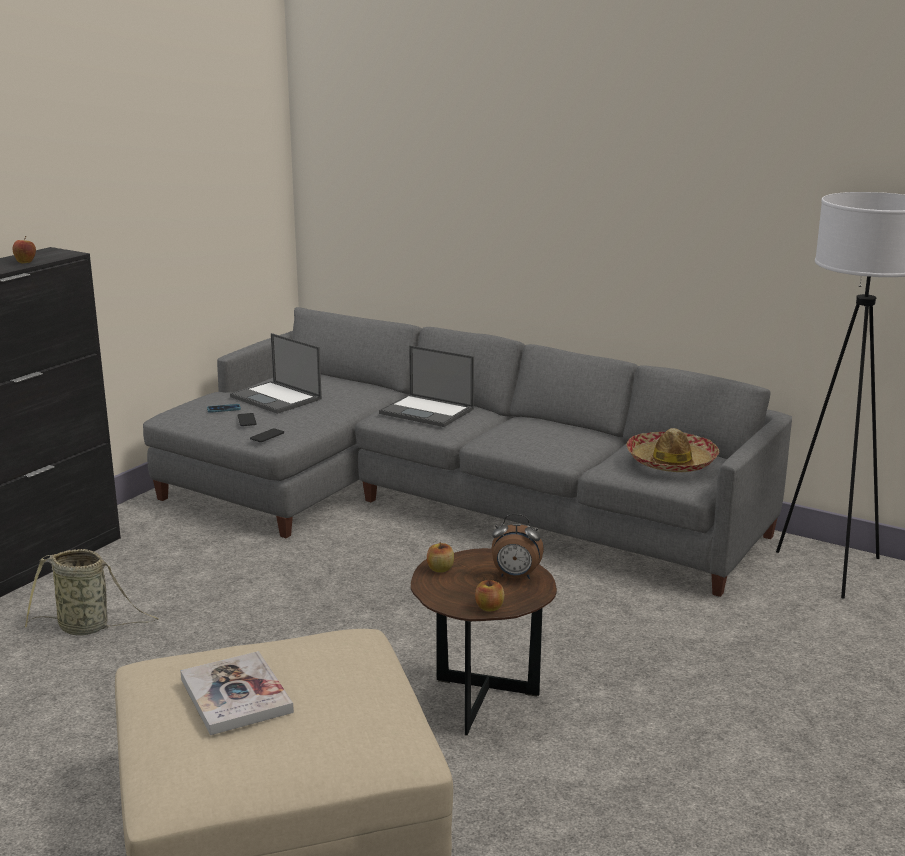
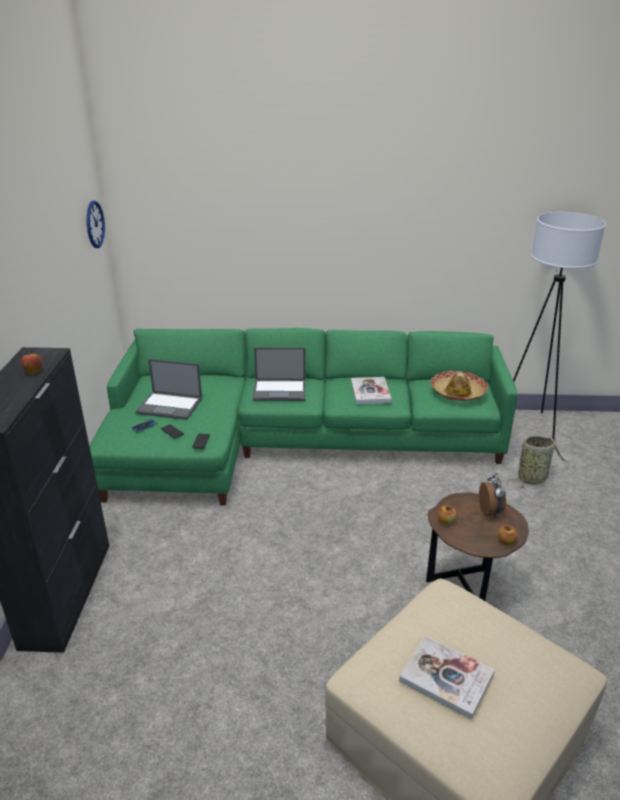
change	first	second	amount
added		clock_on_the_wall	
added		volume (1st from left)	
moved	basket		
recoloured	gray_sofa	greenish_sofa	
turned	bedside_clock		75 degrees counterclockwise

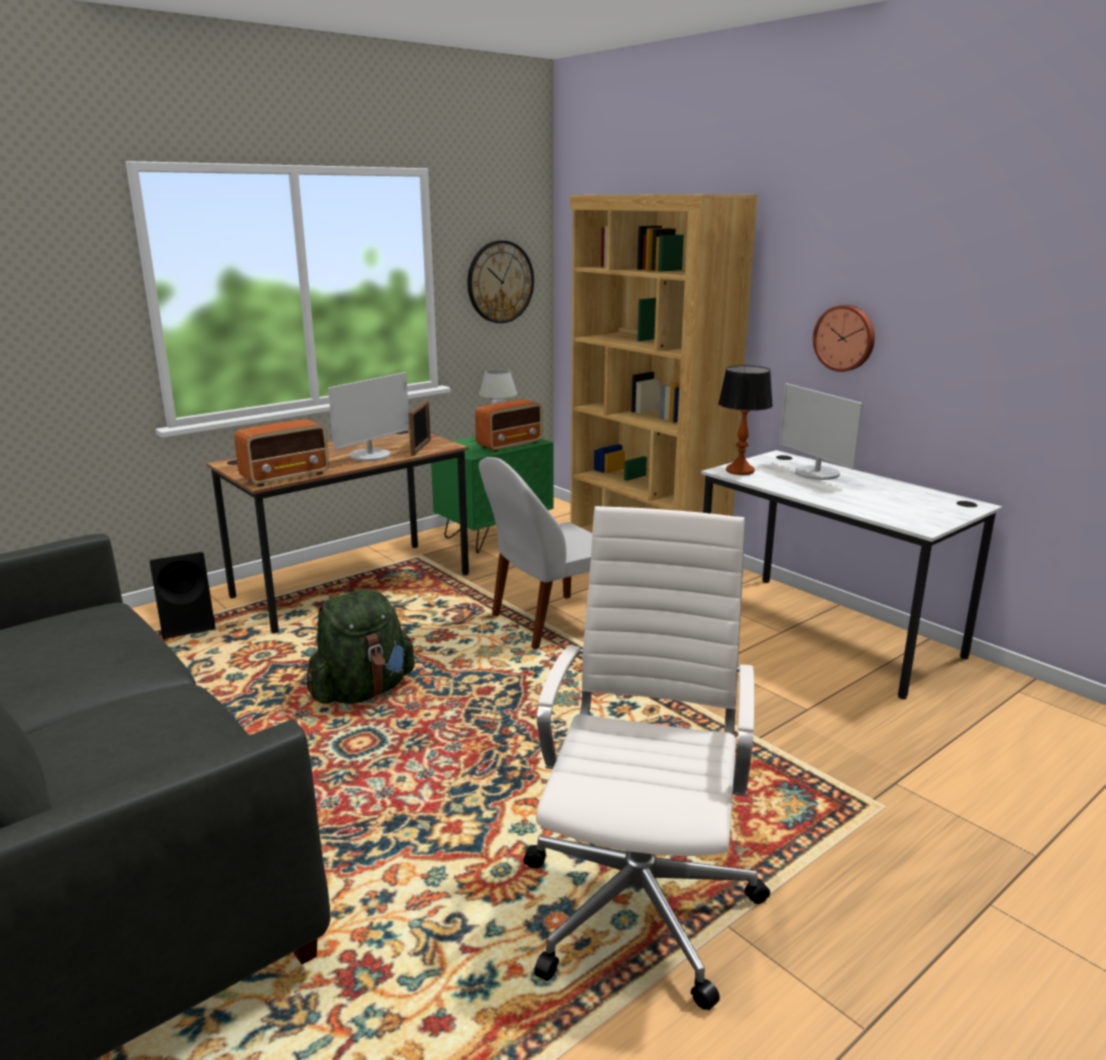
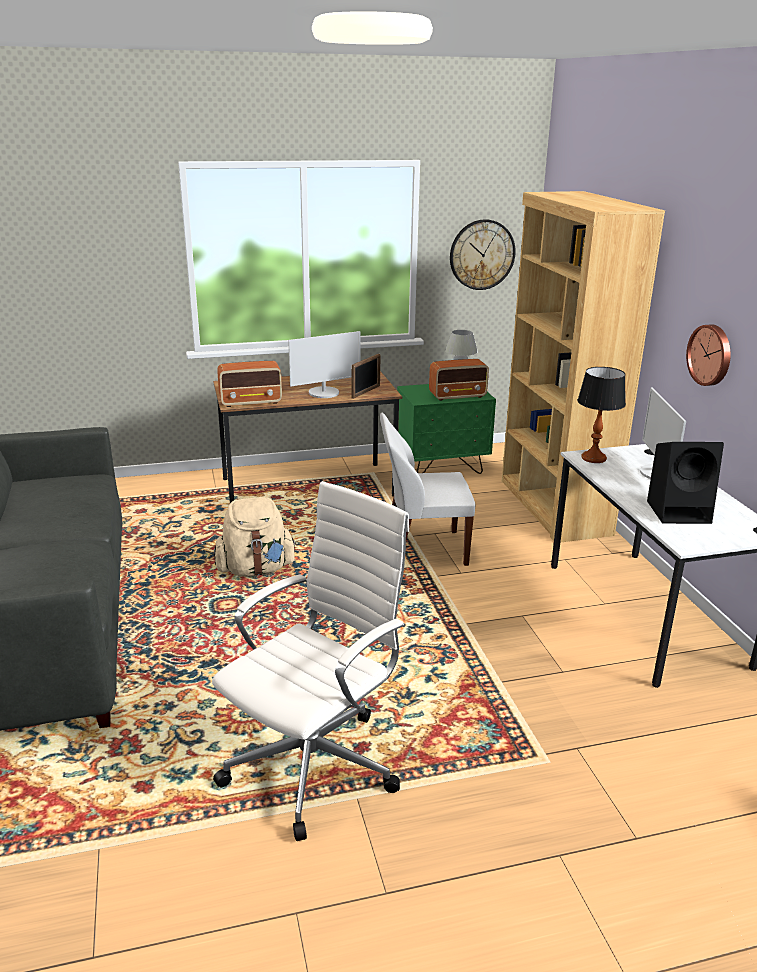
change	first	second	amount
moved	blackish_speaker		
recoloured	greenish_backpack	beige-coloured_backpack	

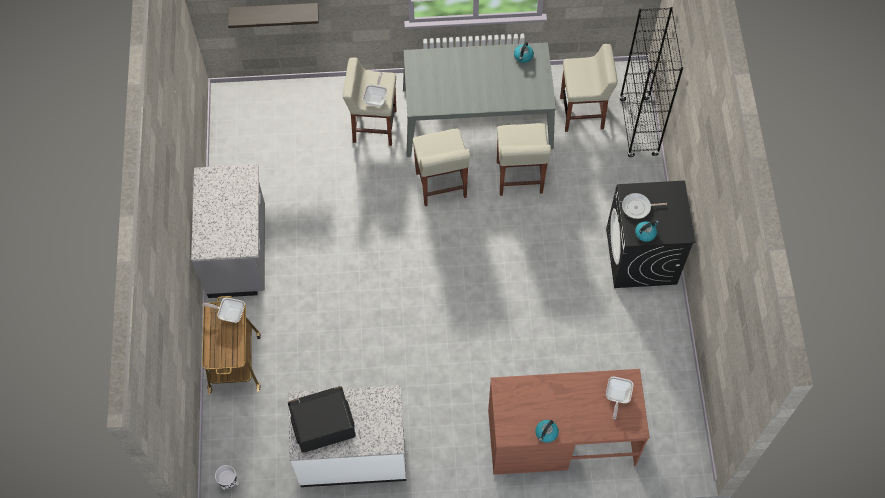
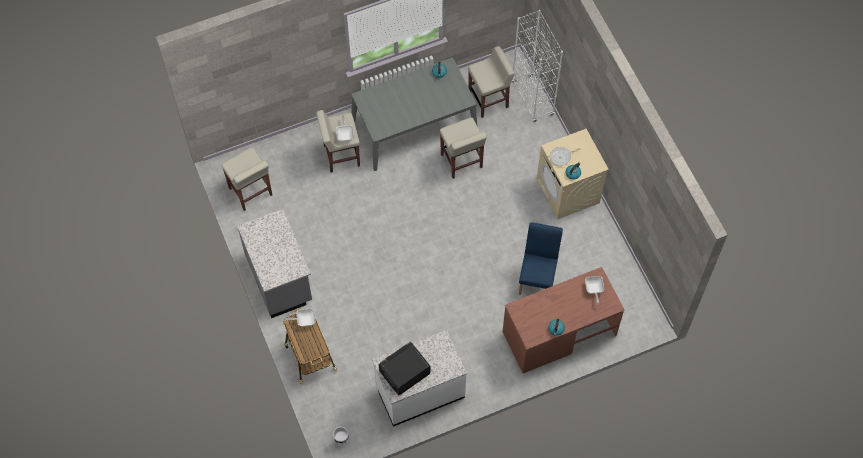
change	first	second	amount
removed	wall_shelf		
added		blue_plain_chair	
moved	beige-coloured_stool (2nd from left in the first image)	beige-coloured_stool (1st from left)	
recoloured	blackish_laundry_appliance	beige-coloured_laundry_appliance	
recoloured	blackish_shelving_unit	whitish_shelving_unit	

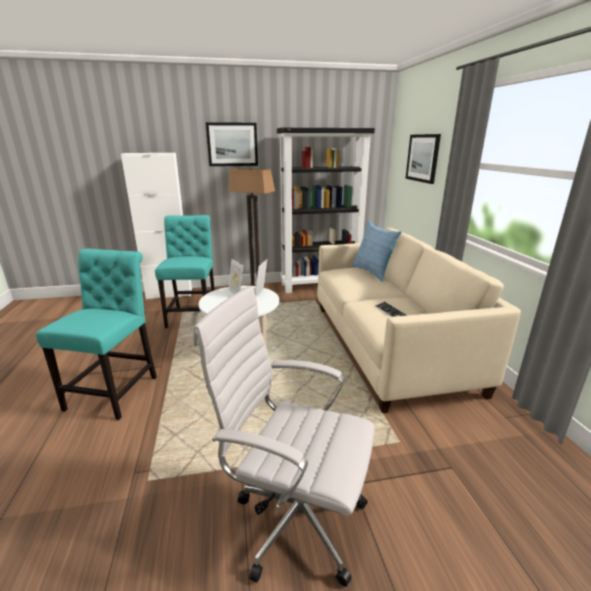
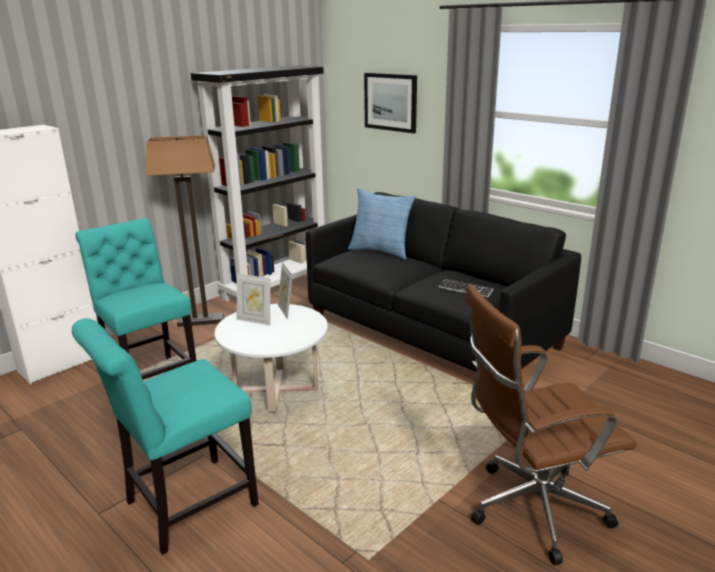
change	first	second	amount
removed	wall_picture (1st from left)		
recoloured	whitish_desk_chair	brown_desk_chair	
recoloured	beige-coloured_sofa	blackish_sofa	
turned	blue-green_plain_chair (1st from left in the first image)	blue-green_plain_chair (2nd from left)	105 degrees counterclockwise

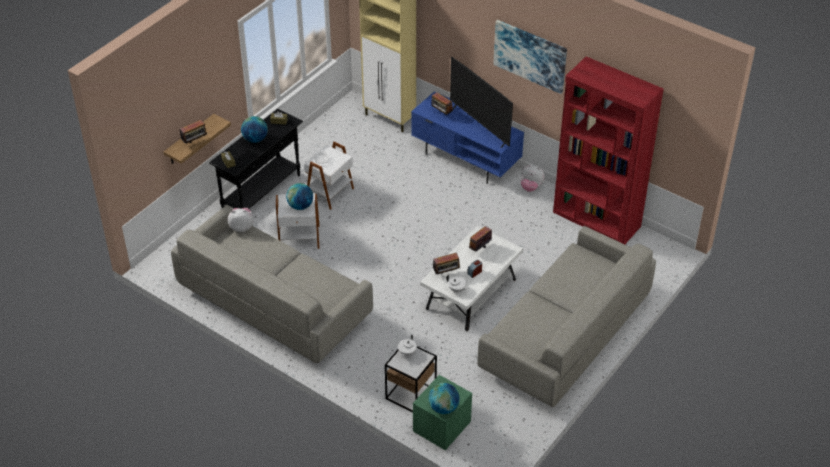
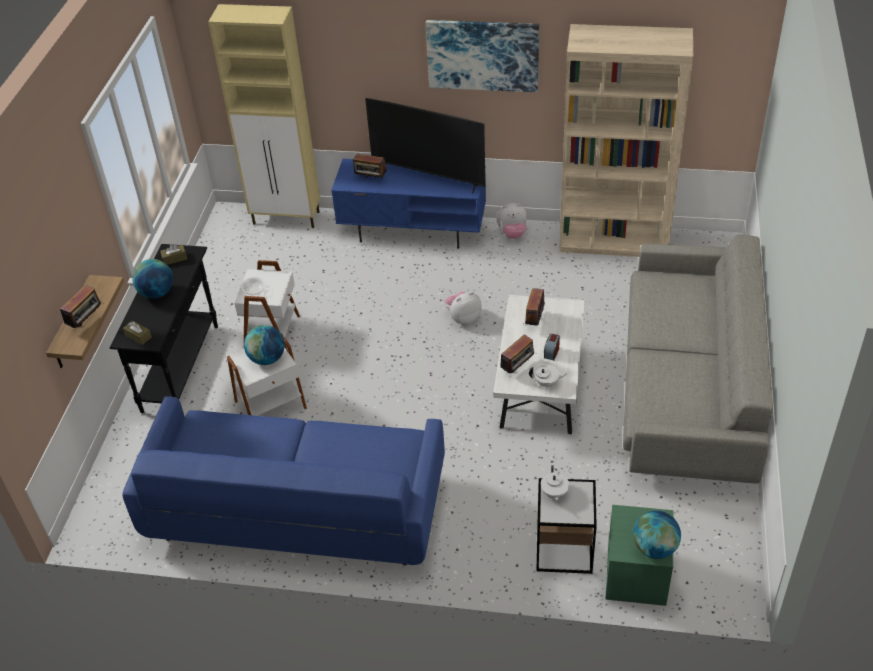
change	first	second	amount
moved	plush_toy (1st from left)		
recoloured	gray_sofa (1st from left)	blue_sofa	
recoloured	red-coloured_shelving_unit	beige-coloured_shelving_unit	

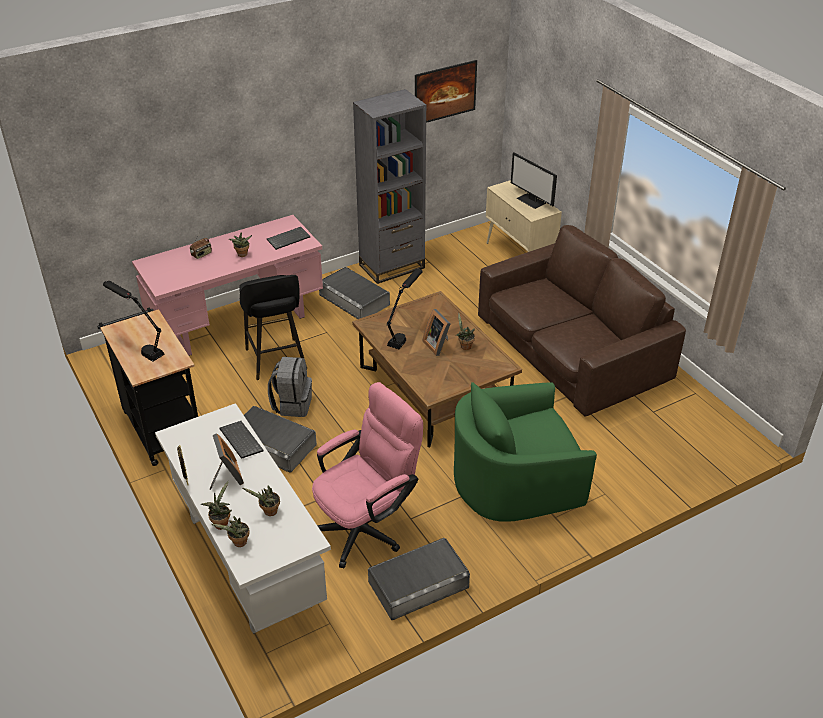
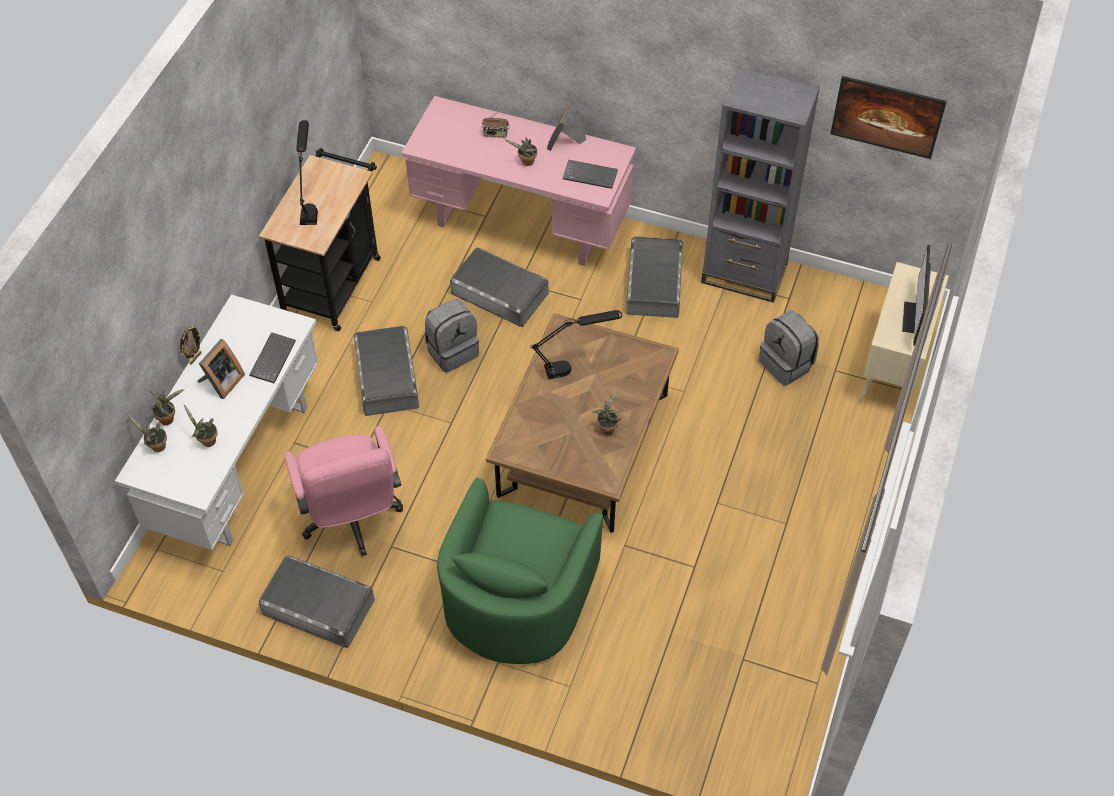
change	first	second	amount
removed	brown_sofa		
added		gray_backpack (2nd from left)	
moved	standing_frame (3rd from left)		
replaced	blackish_stool	gray_storage_bin (3rd from left)	
turned	pink-coloured_desk_chair		60 degrees clockwise
turned	greenish_armchair		105 degrees counterclockwise

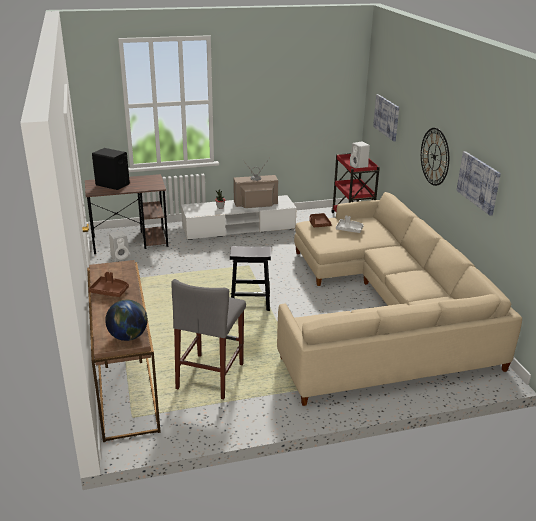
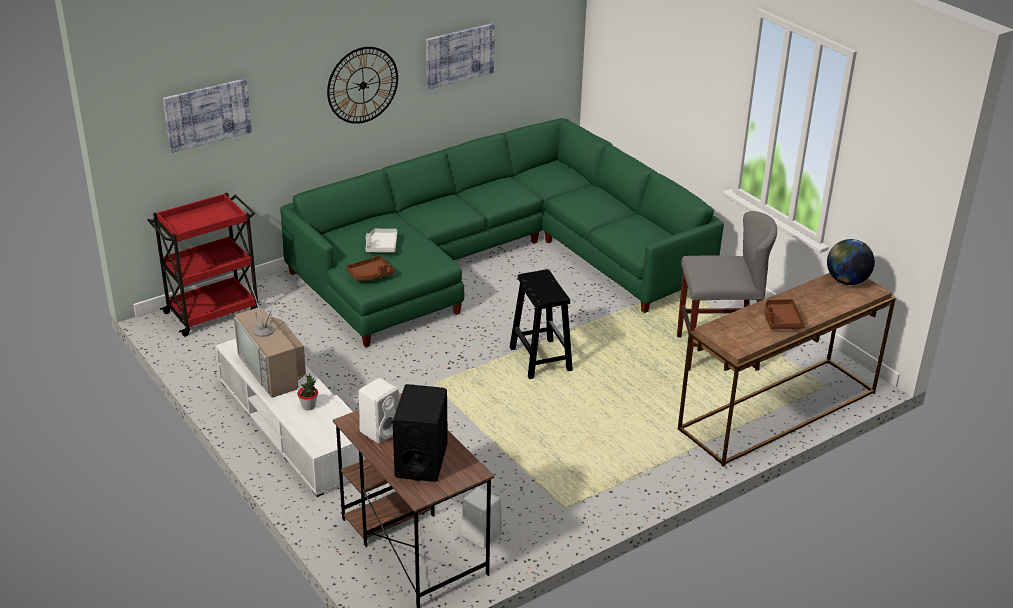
change	first	second	amount
moved	whitish_speaker (2nd from left in the first image)	whitish_speaker (1st from left)	
recoloured	beige-coloured_sofa	greenish_sofa	

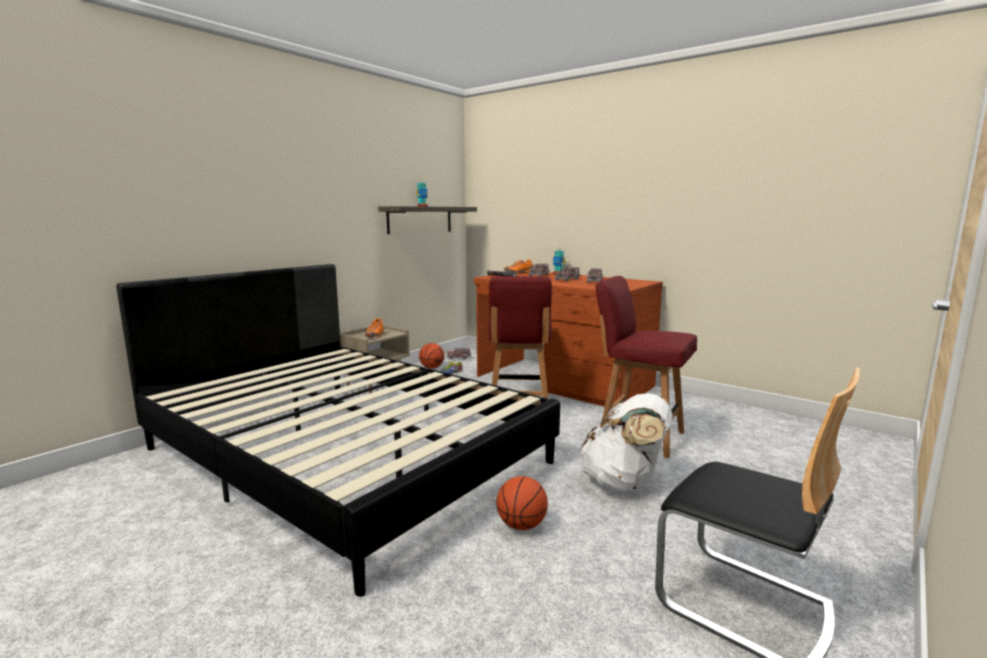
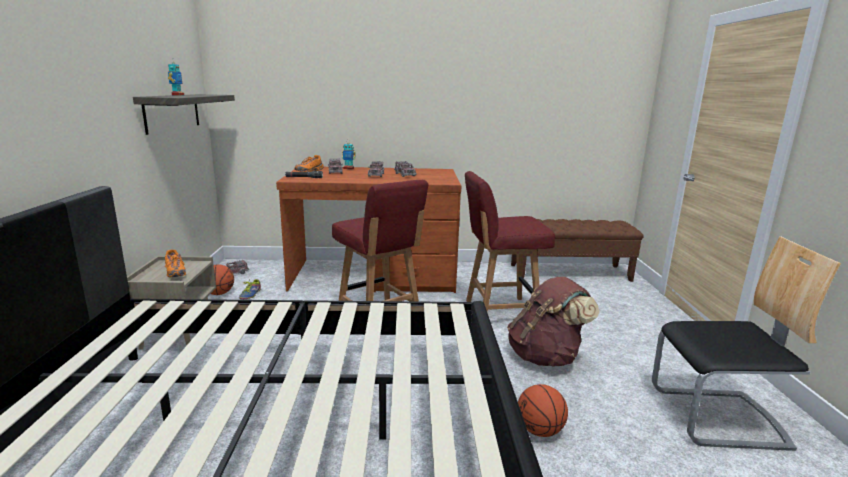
change	first	second	amount
added		brown_long_seat	
recoloured	whitish_backpack	brown_backpack	

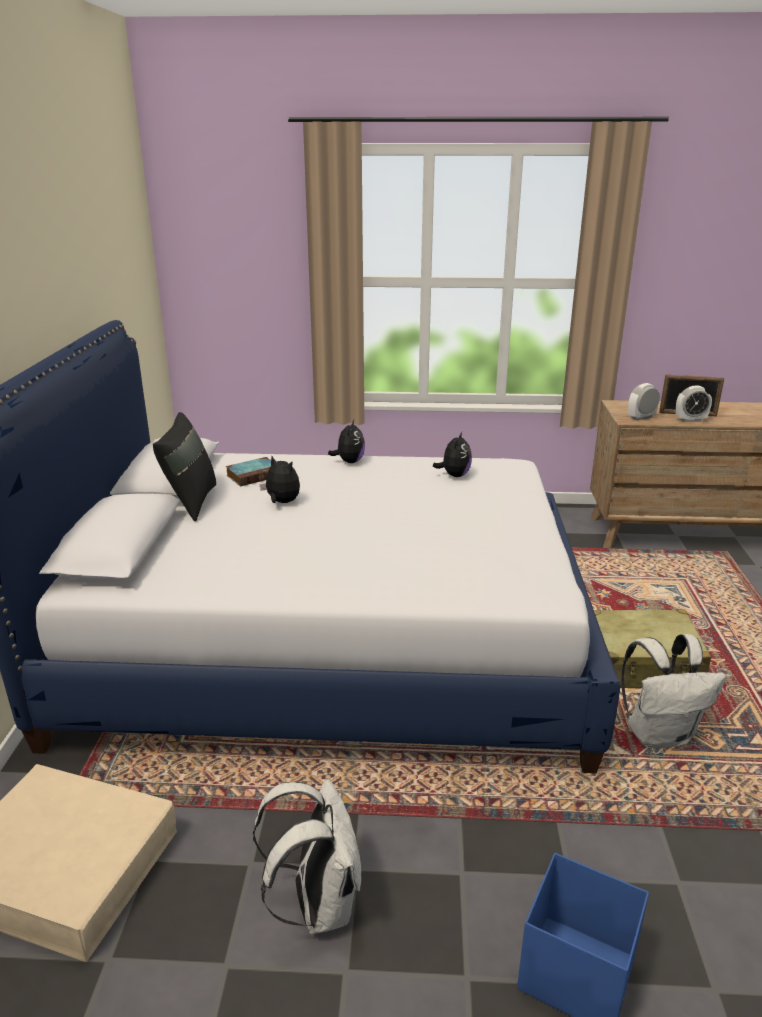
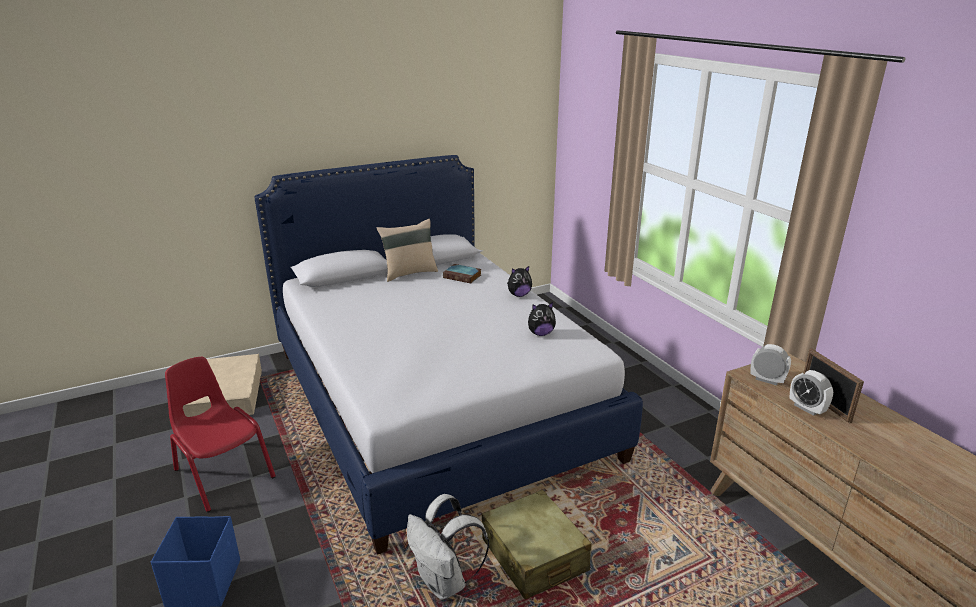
change	first	second	amount
removed	plush_toy (1st from left)		
replaced	whitish_backpack (1st from left)	red-coloured_plain_chair	
recoloured	blackish_pillow	beige-coloured_pillow	

